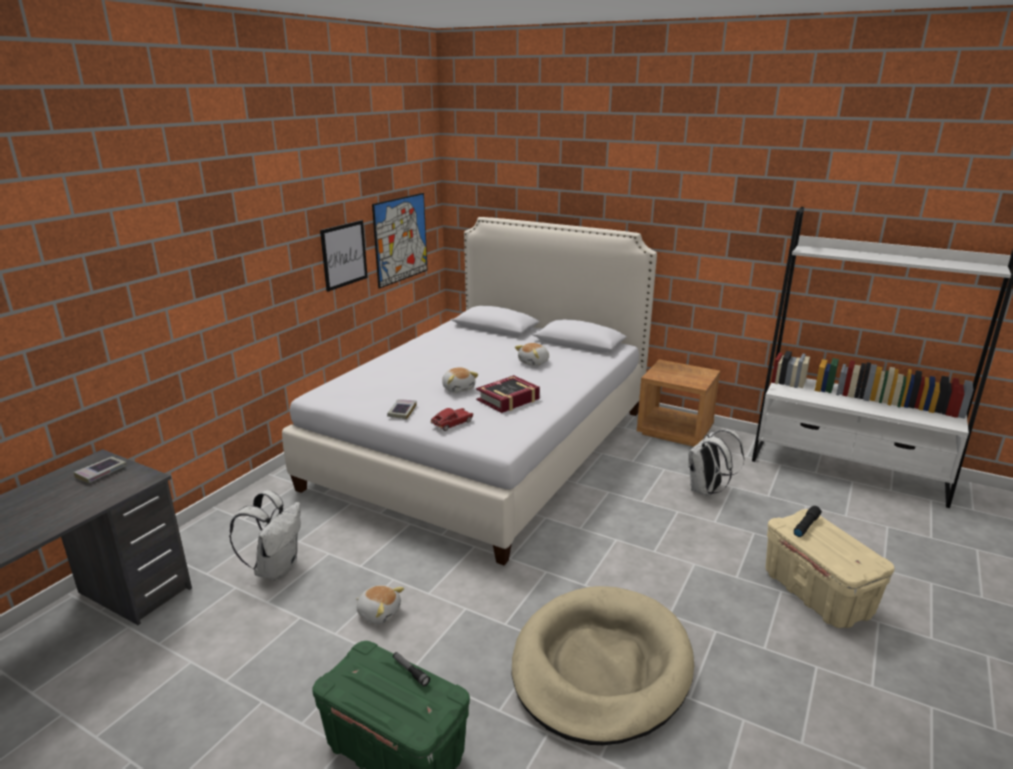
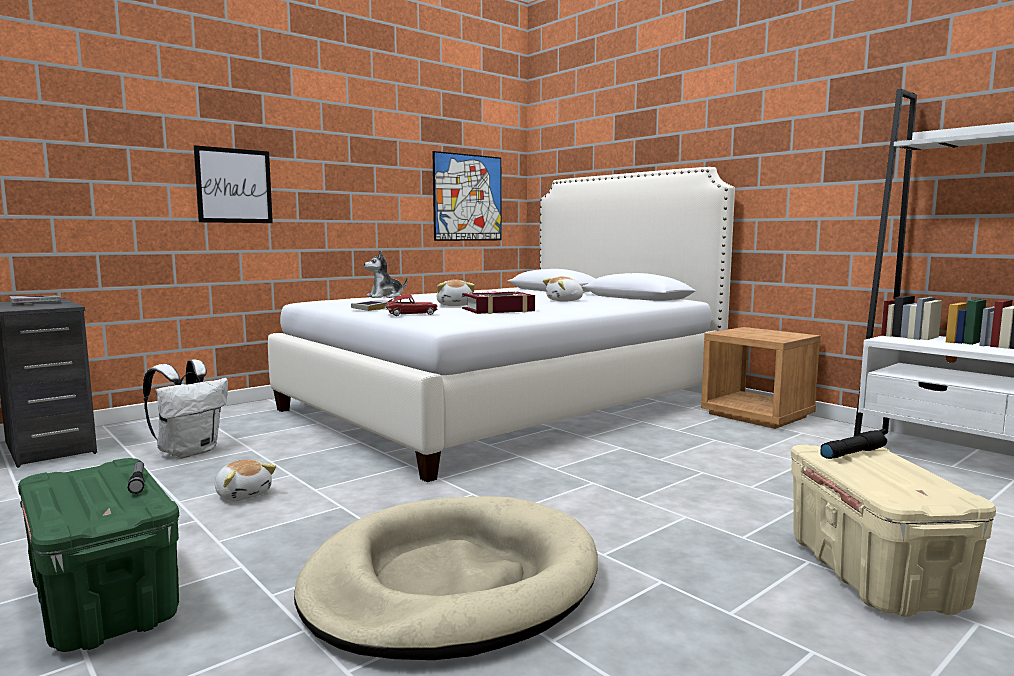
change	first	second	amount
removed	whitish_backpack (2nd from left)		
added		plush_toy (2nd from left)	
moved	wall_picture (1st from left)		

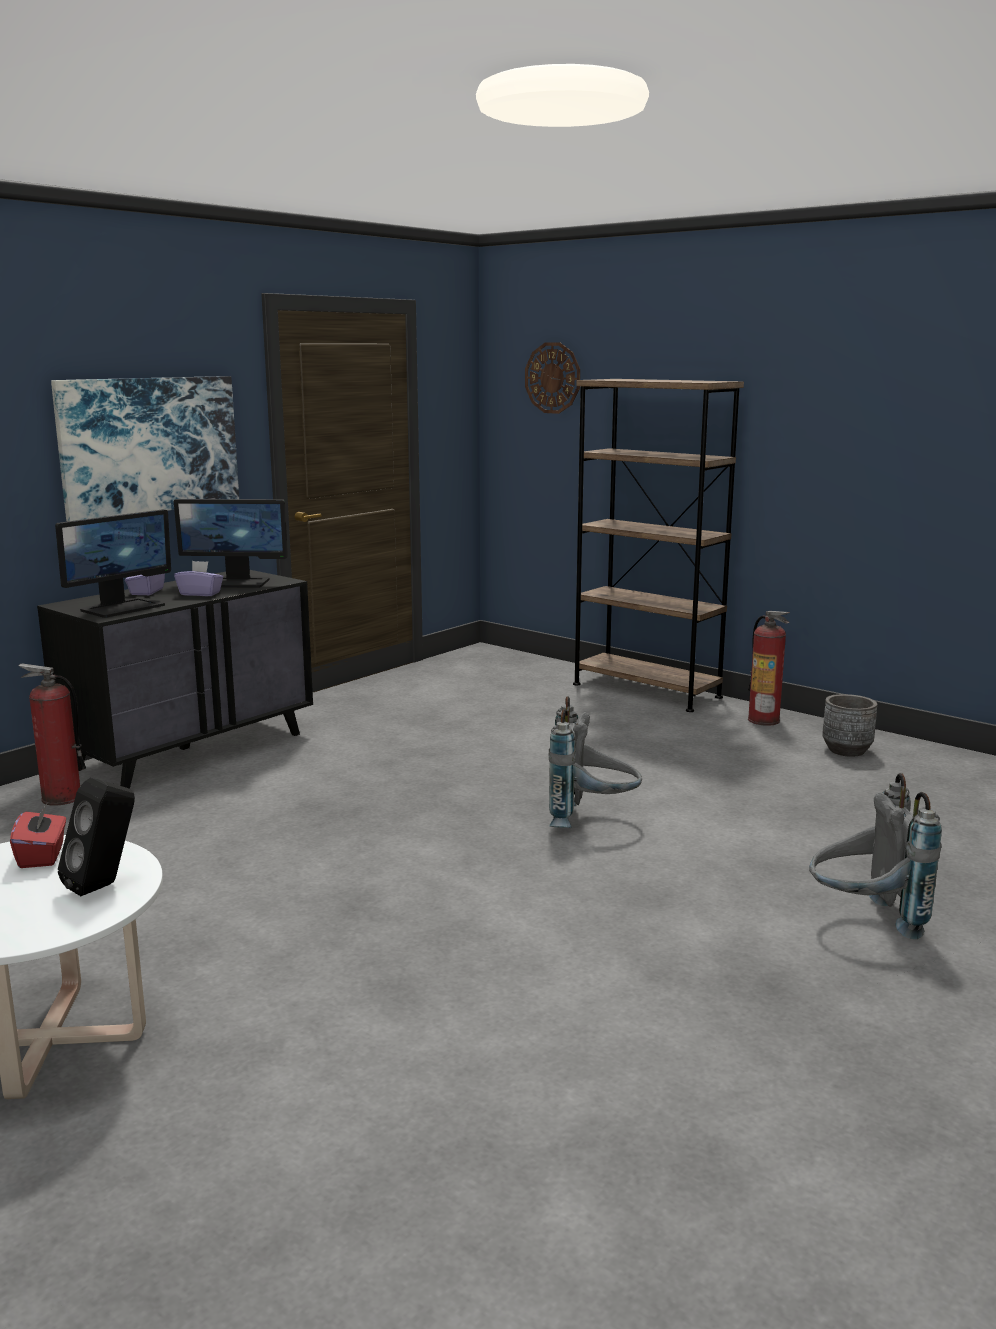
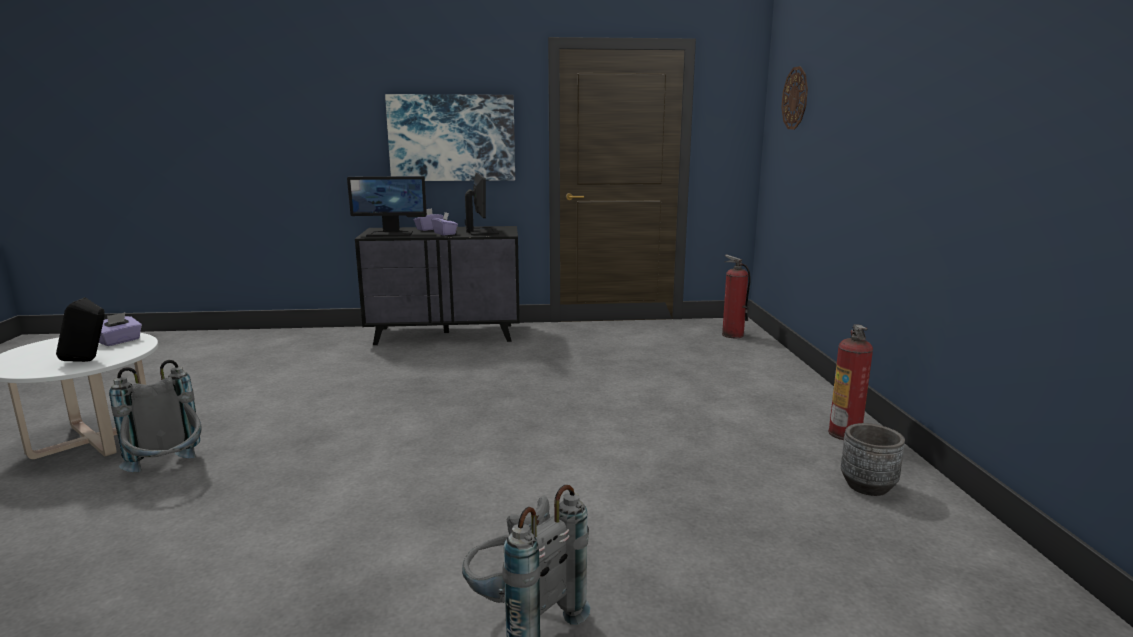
change	first	second	amount
removed	brown_shelving_unit		
moved	extinguisher (1st from left)		
moved	gray_backpack (1st from left)		
recoloured	red-coloured_tissue_holder	purple_tissue_holder (1st from left)	
turned	computer_screen (2nd from left)		150 degrees counterclockwise

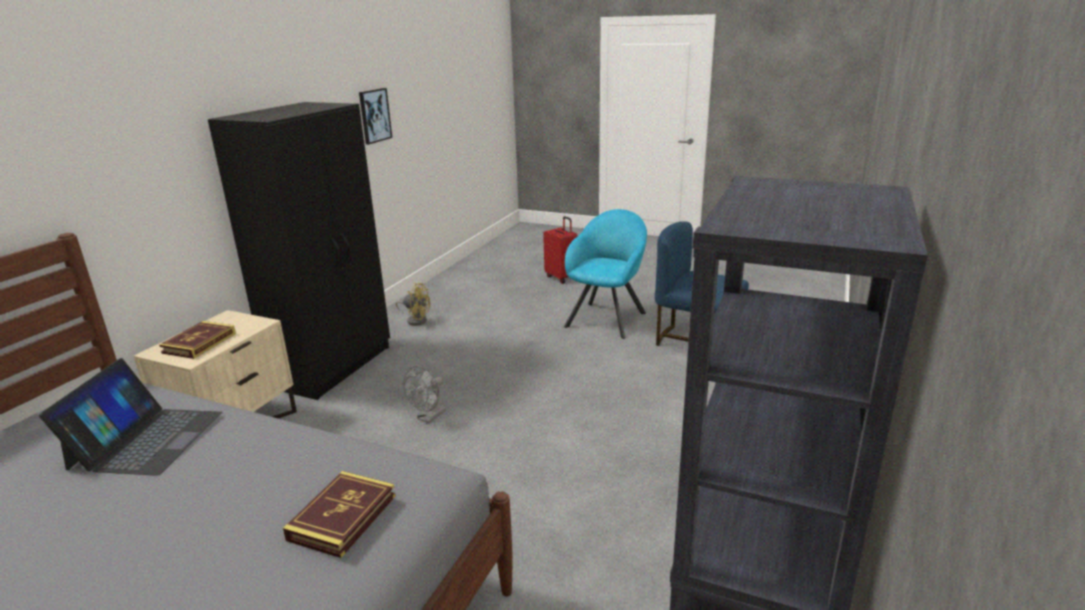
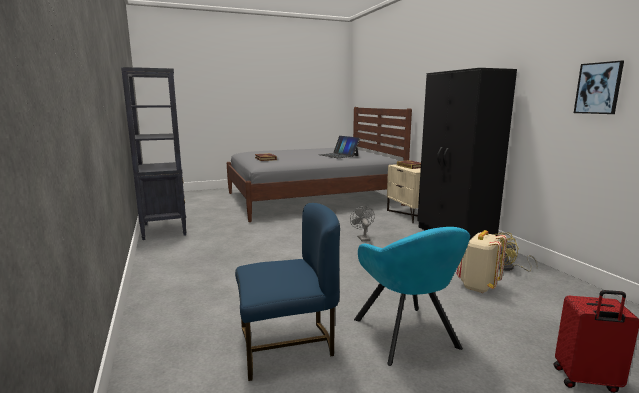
change	first	second	amount
added		beige-coloured_backpack	

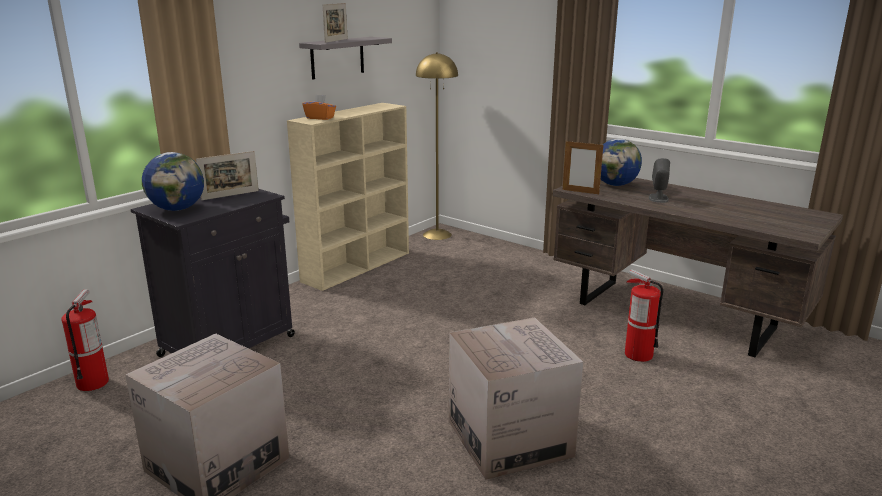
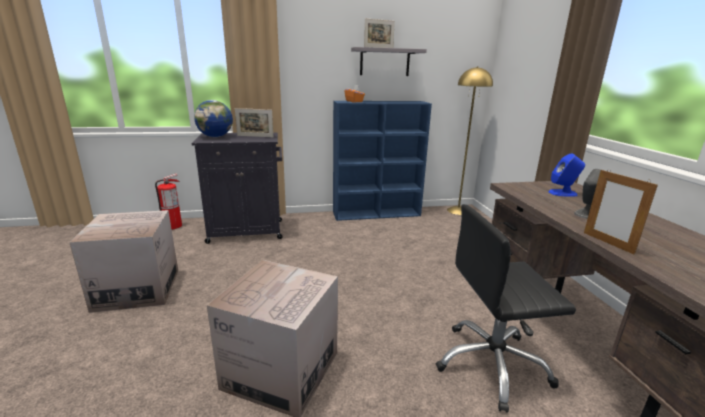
change	first	second	amount
moved	standing_frame (3rd from left)		
replaced	world_globe (2nd from left)	blue_speaker	
replaced	extinguisher (2nd from left)	blackish_desk_chair	
recoloured	beige-coloured_shelving_unit	blue_shelving_unit	

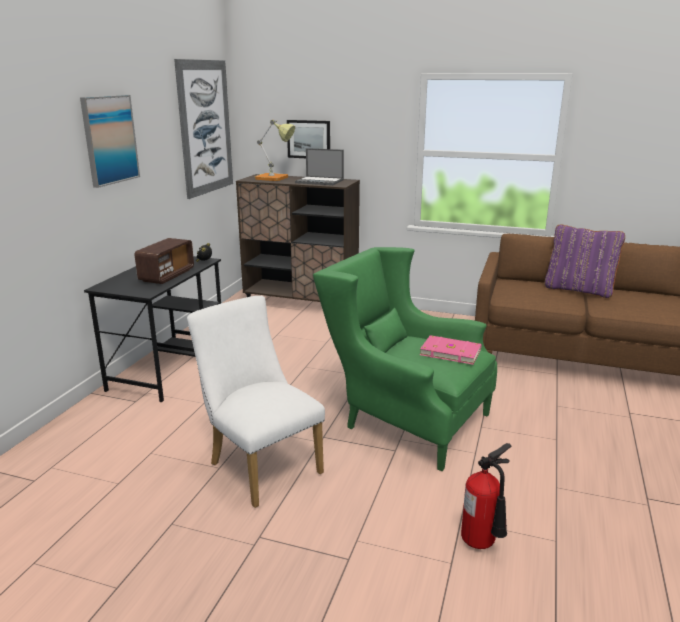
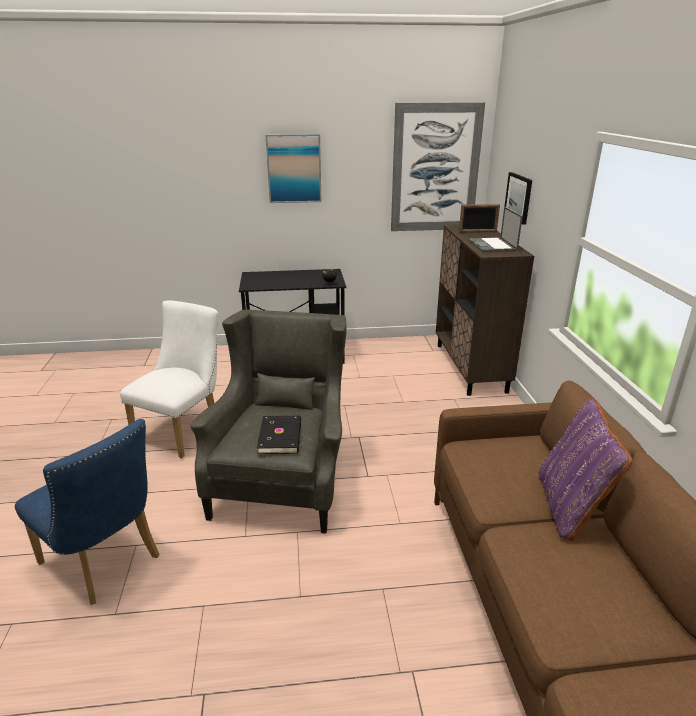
change	first	second	amount
removed	radio_set		
replaced	table_lamp	standing_frame	
replaced	extinguisher	blue_plain_chair	
recoloured	greenish_armchair	gray_armchair	
recoloured	pink-coloured_volume	blackish_volume	

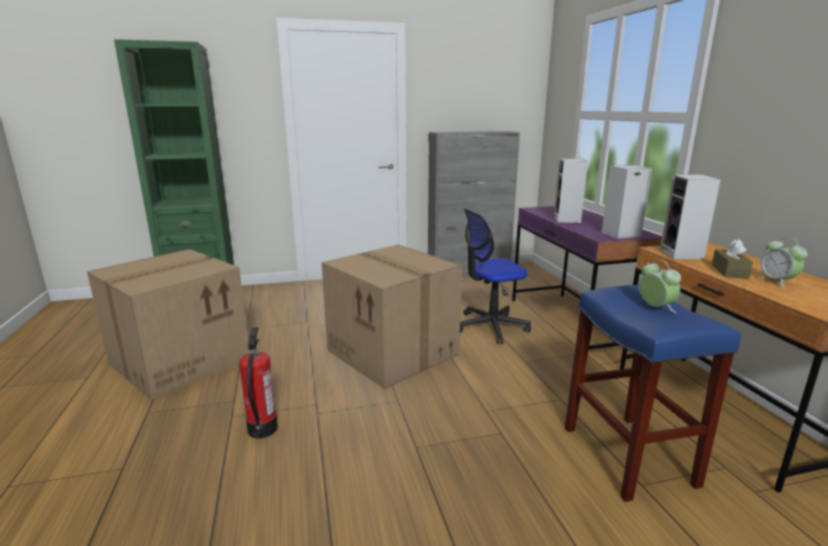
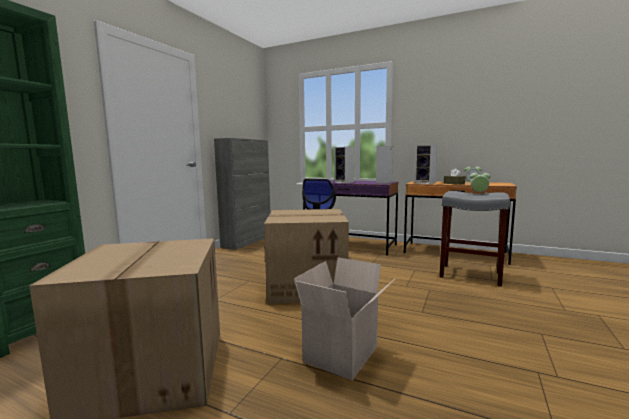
change	first	second	amount
replaced	extinguisher	packing_box (3rd from left)	
recoloured	blue_stool	gray_stool	

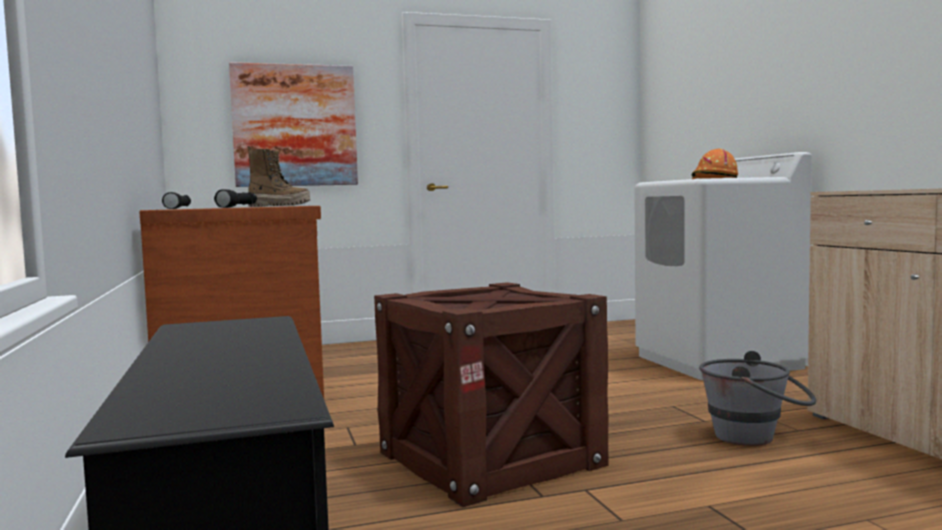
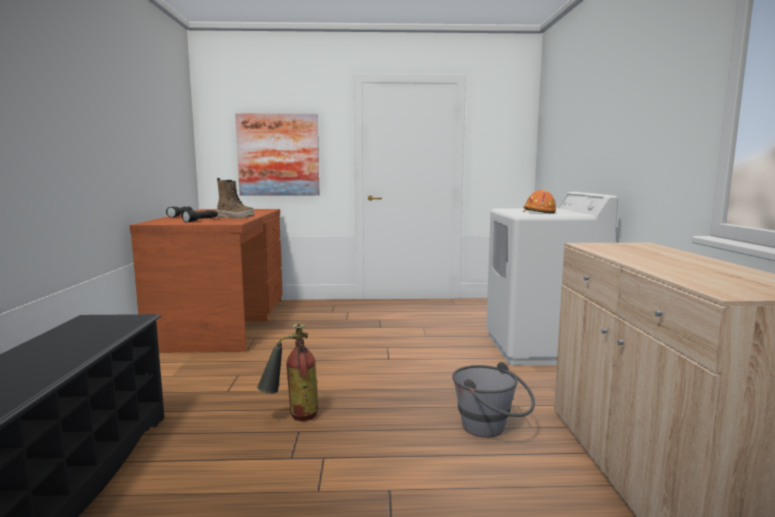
change	first	second	amount
replaced	crate	extinguisher	

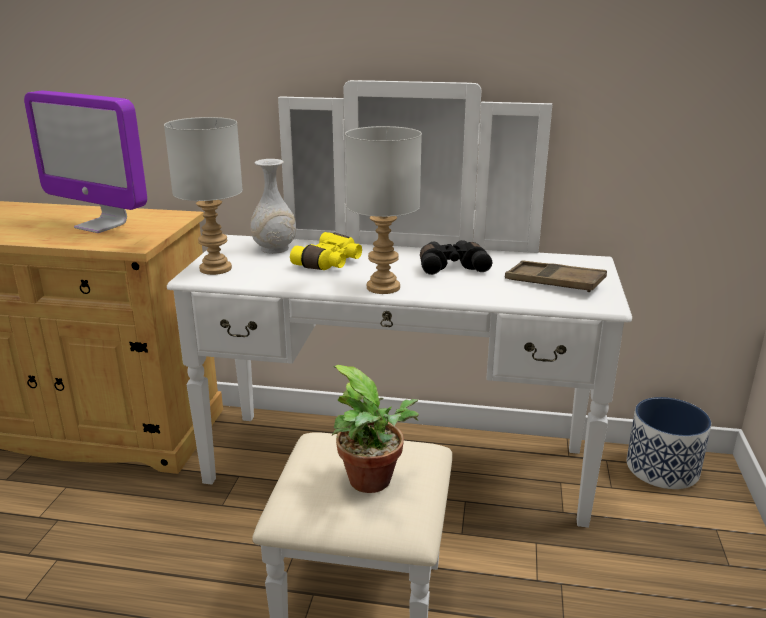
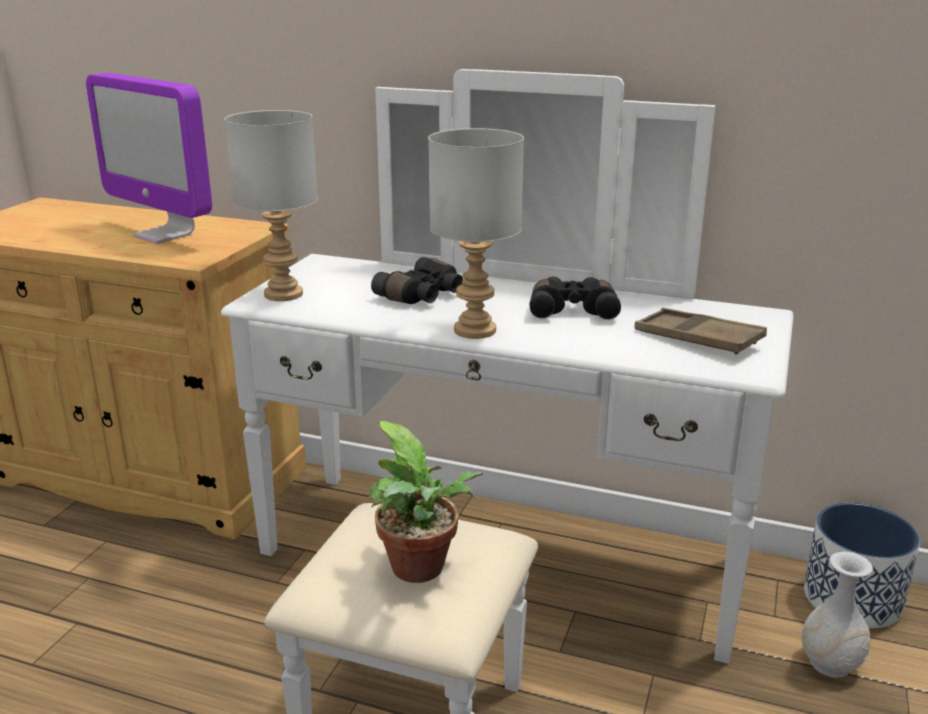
change	first	second	amount
moved	whitish_vase		
recoloured	yellow-coloured_pair_of_binoculars	blackish_pair_of_binoculars (1st from left)	

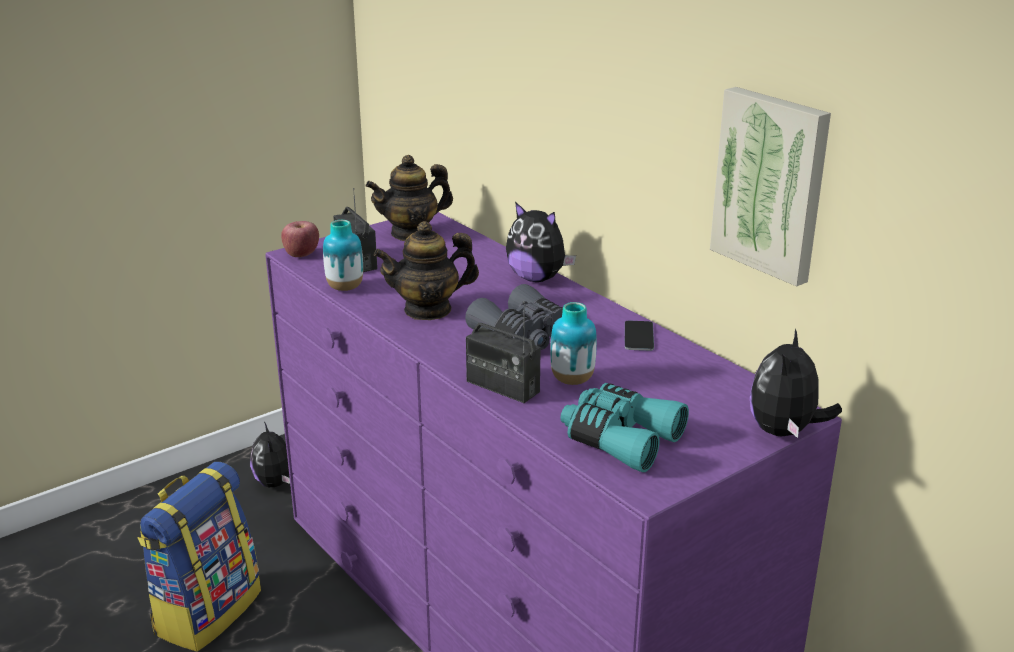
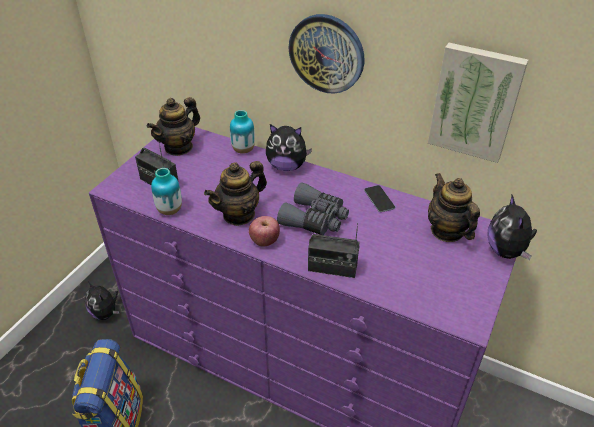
change	first	second	amount
removed	blue-green_pair_of_binoculars		
added		clock_on_the_wall	
added		tea_pot (3rd from left)	
moved	whole_apple		
moved	vase (2nd from left)		

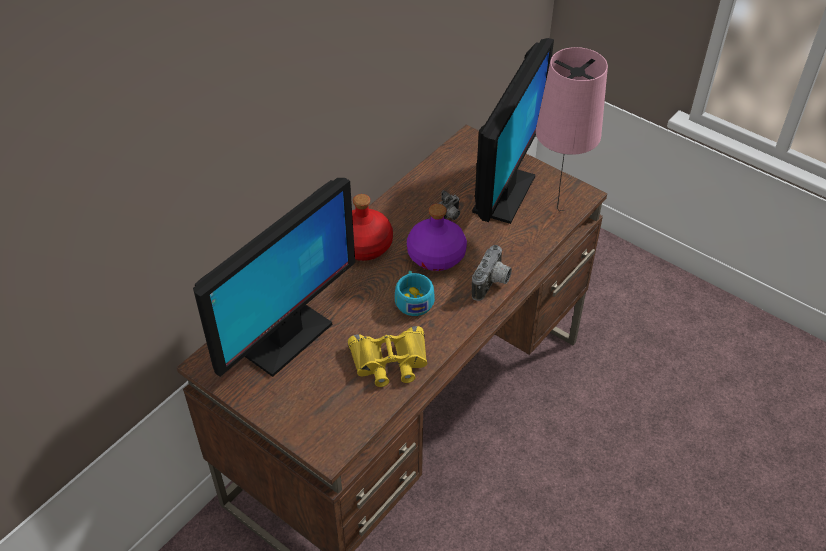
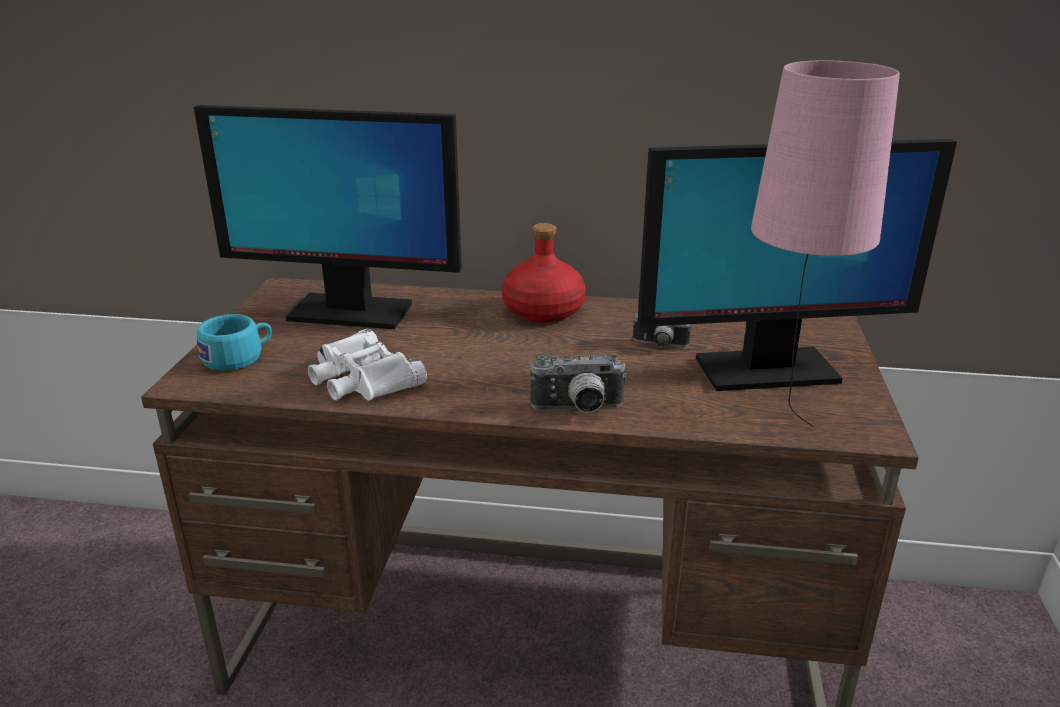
change	first	second	amount
removed	purple_bottle		
moved	blue-green_cup		
recoloured	yellow-coloured_pair_of_binoculars	whitish_pair_of_binoculars	

